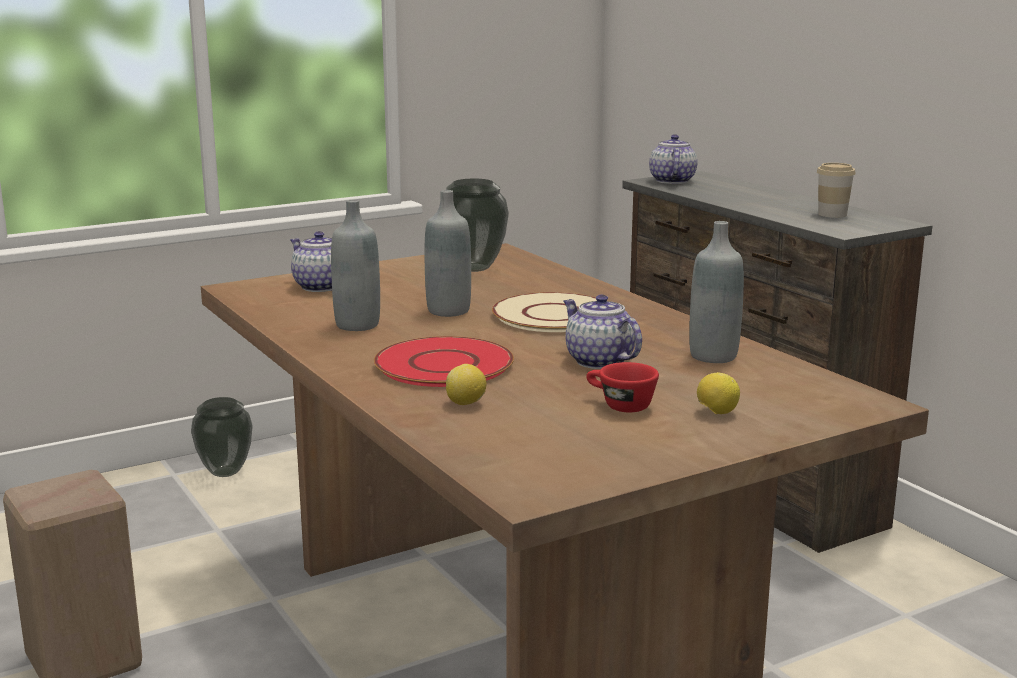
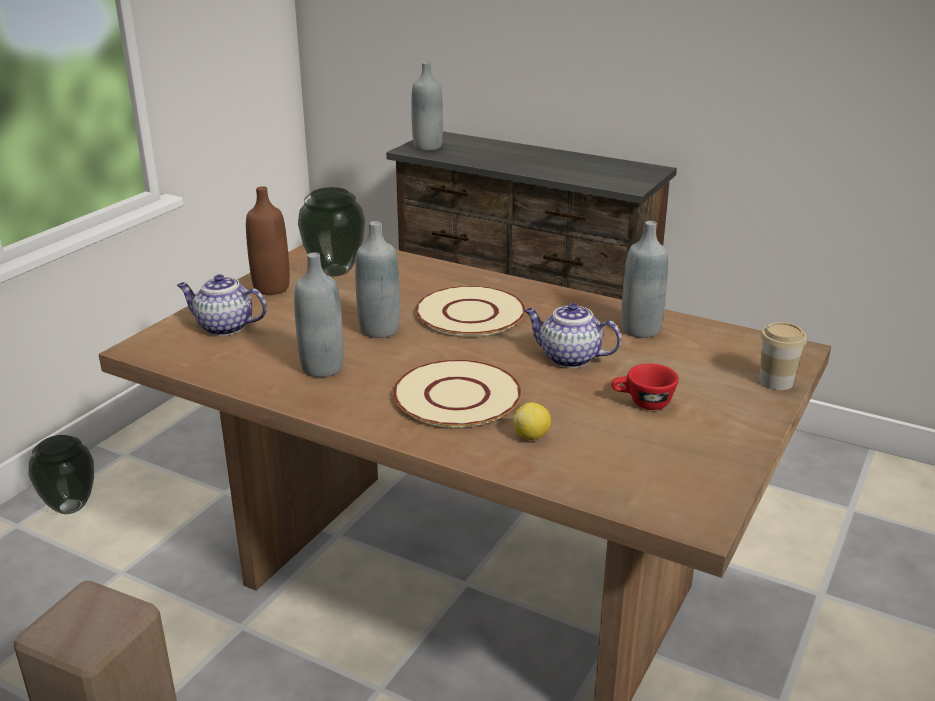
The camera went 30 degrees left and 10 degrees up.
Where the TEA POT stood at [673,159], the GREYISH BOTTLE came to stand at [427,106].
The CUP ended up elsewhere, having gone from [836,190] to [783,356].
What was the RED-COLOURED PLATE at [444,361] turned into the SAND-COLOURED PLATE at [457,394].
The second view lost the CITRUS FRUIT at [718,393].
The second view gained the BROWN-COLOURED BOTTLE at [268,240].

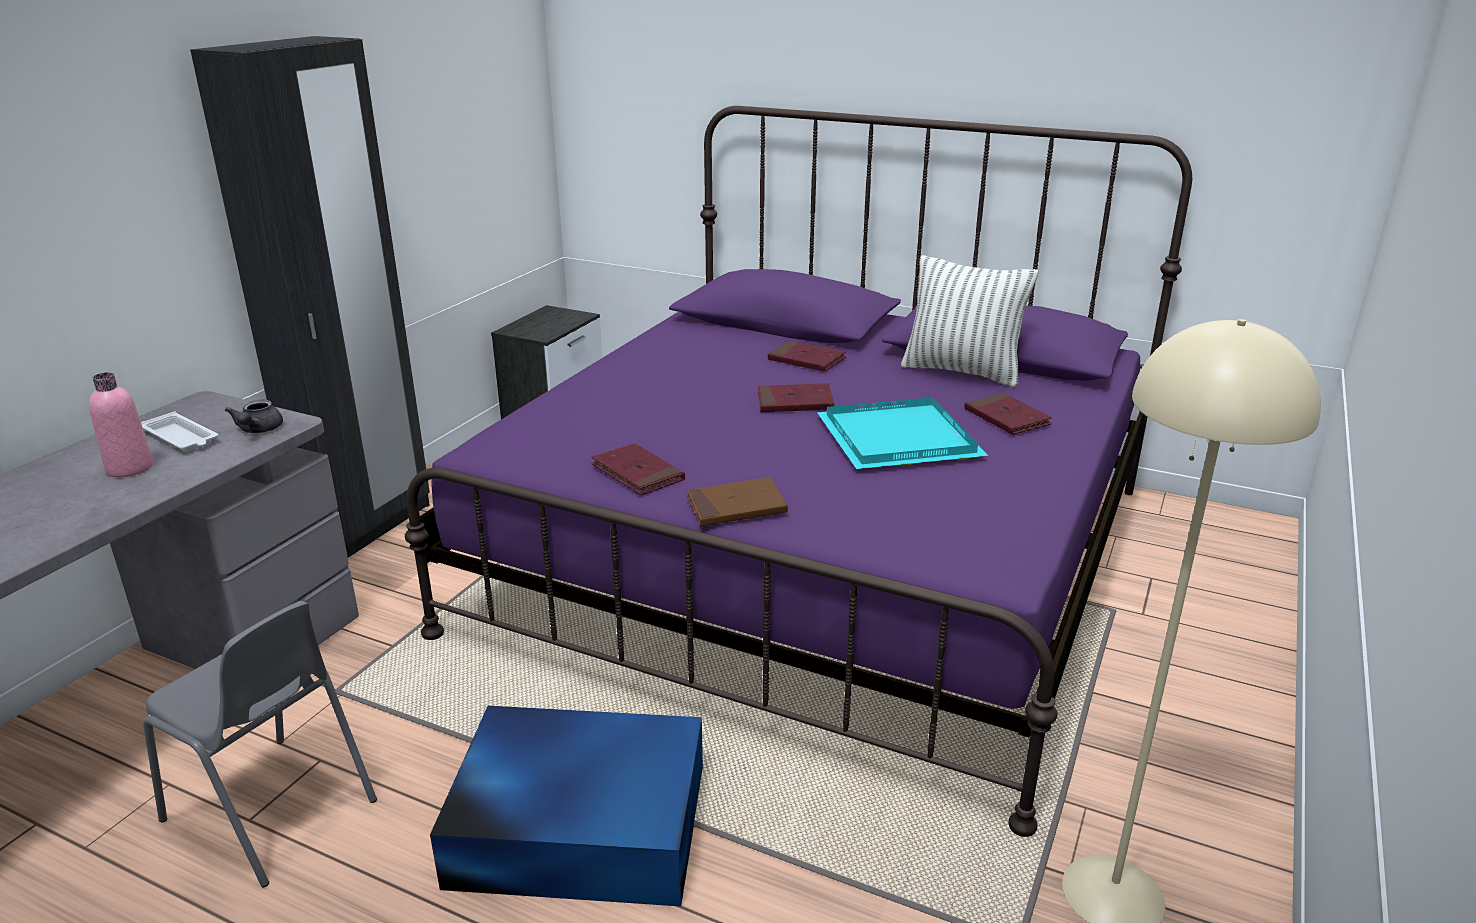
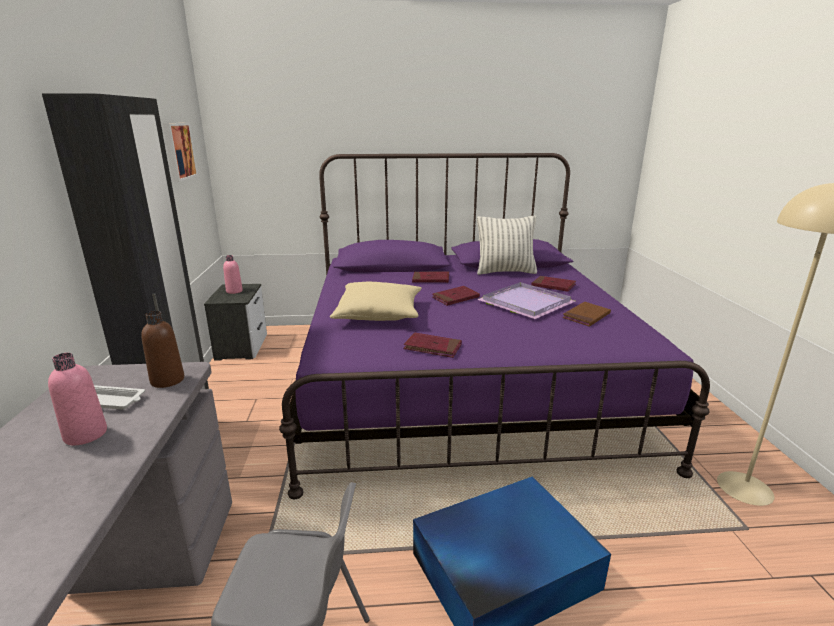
The camera went 30 degrees left and 5 degrees down.
What was the TURQUOISE-COLOURED CARRYING TRAY at [902,433] turned into the PURPLE CARRYING TRAY at [526,300].
Where the GREYISH TEA POT stood at [254,416], the BROWN-COLOURED BOTTLE came to stand at [162,349].
The BROWN-COLOURED BOOK ended up elsewhere, having gone from [737,501] to [587,314].
The second view gained the WALL PICTURE at [180,152].
The second view gained the PINKISH BOTTLE at [233,274].
The second view gained the SAND-COLOURED PILLOW at [376,301].

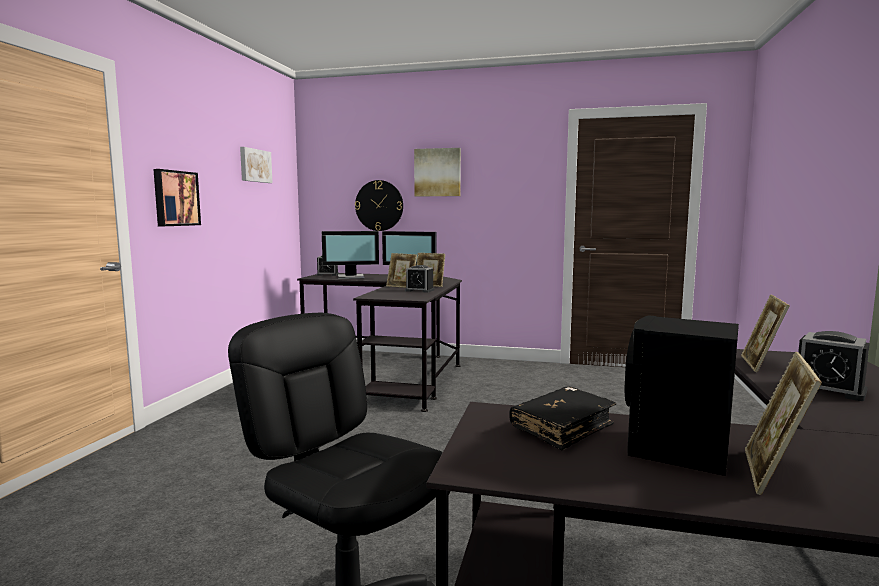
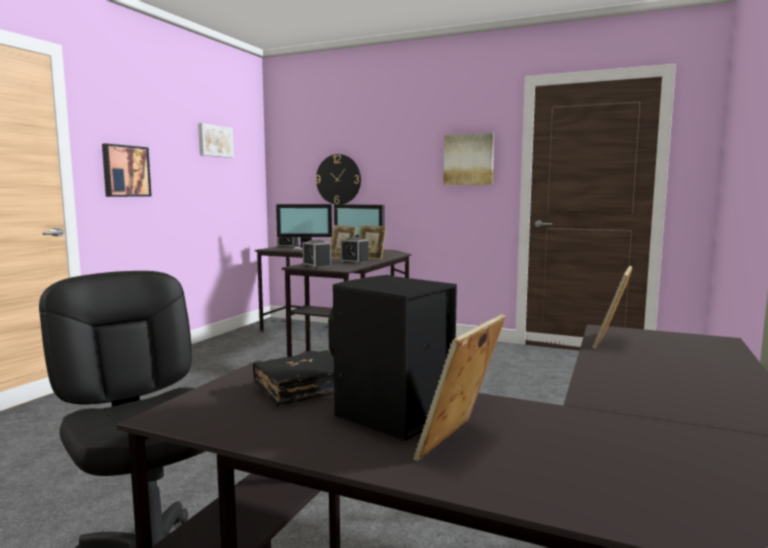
The camera went 10 degrees right and 0 degrees up.
The WALL PICTURE ended up elsewhere, having gone from [437,172] to [468,159].
The BEDSIDE CLOCK ended up elsewhere, having gone from [834,366] to [317,254].

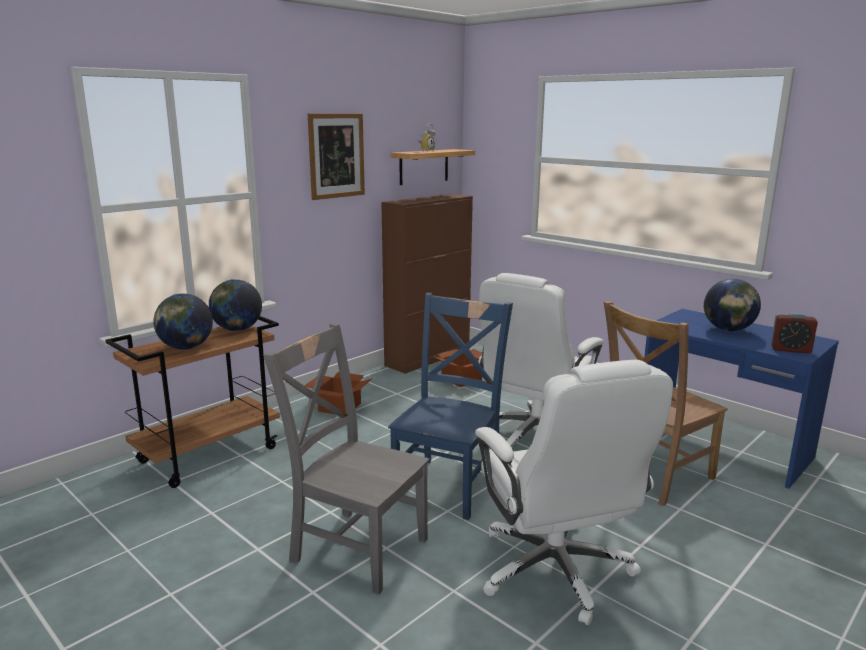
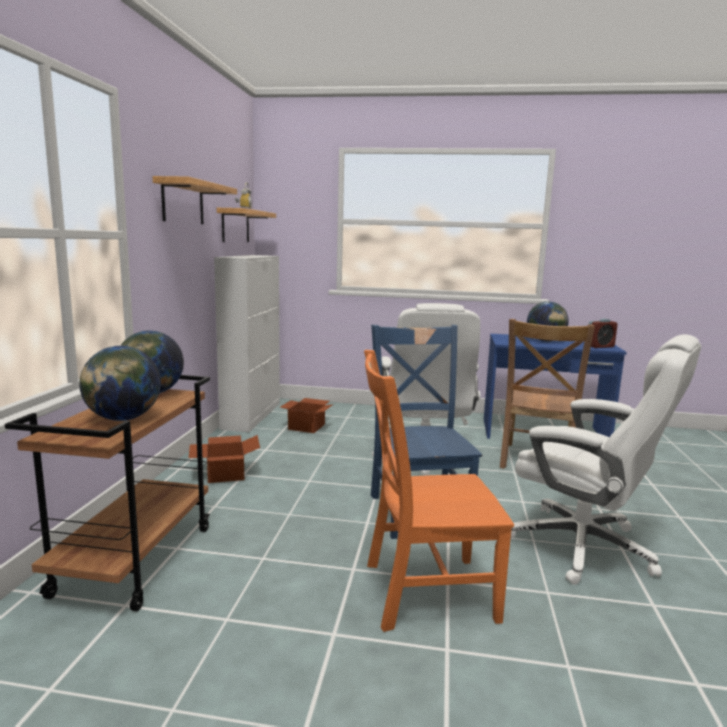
The camera went 35 degrees left and 5 degrees down.
Where the WALL PICTURE hung at [336,156], the SHELF came to hang at [194,200].
What was the BROWN-COLOURED CABINET at [427,284] turned into the WHITE CABINET at [247,343].
What was the GREYISH UPRIGHT CHAIR at [346,459] turned into the ORANGEY UPRIGHT CHAIR at [439,491].

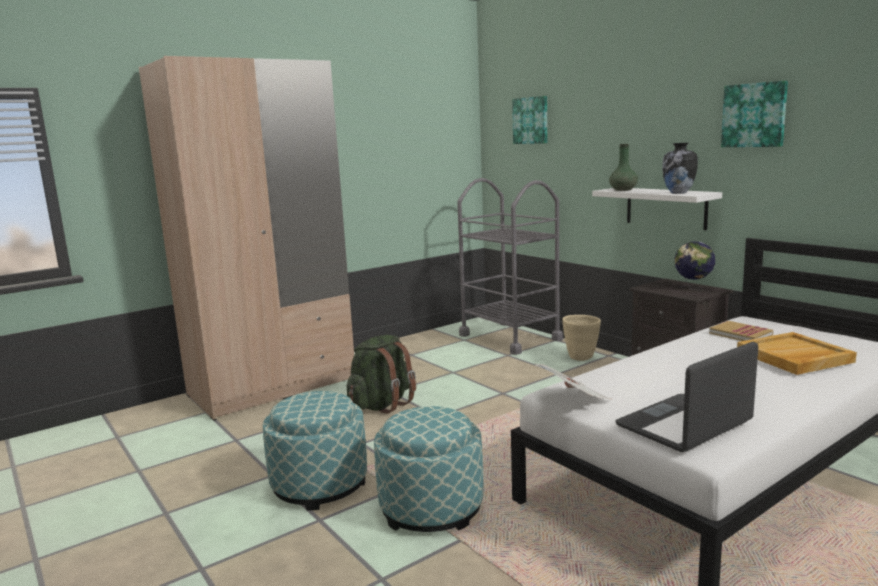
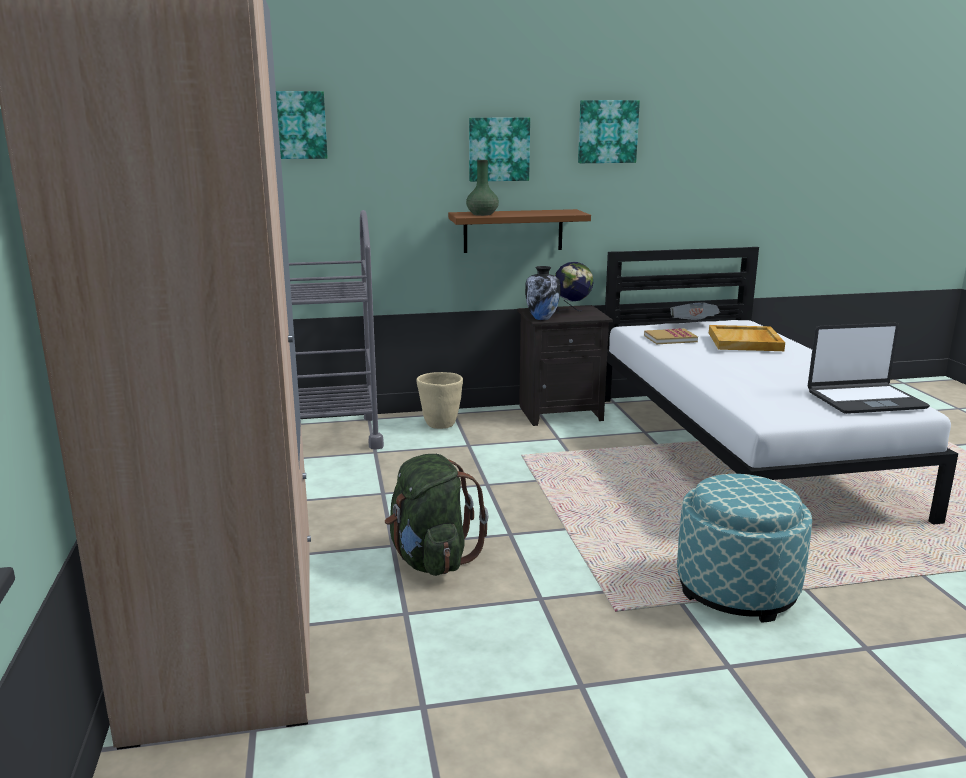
The camera went 65 degrees left and 5 degrees up.
The DECORATIVE VASE ended up elsewhere, having gone from [680,168] to [542,293].
What was the WHITE SHELF at [657,209] turned into the BROWN-COLOURED SHELF at [519,231].
The PORTABLE COMPUTER at [686,396] ended up facing another way, 90 degrees counterclockwise from before.
The NEWSPAPER ended up elsewhere, having gone from [574,381] to [695,311].
The second view lost the OTTOMAN at [315,450].
The second view gained the WALL PICTURE at [499,150].

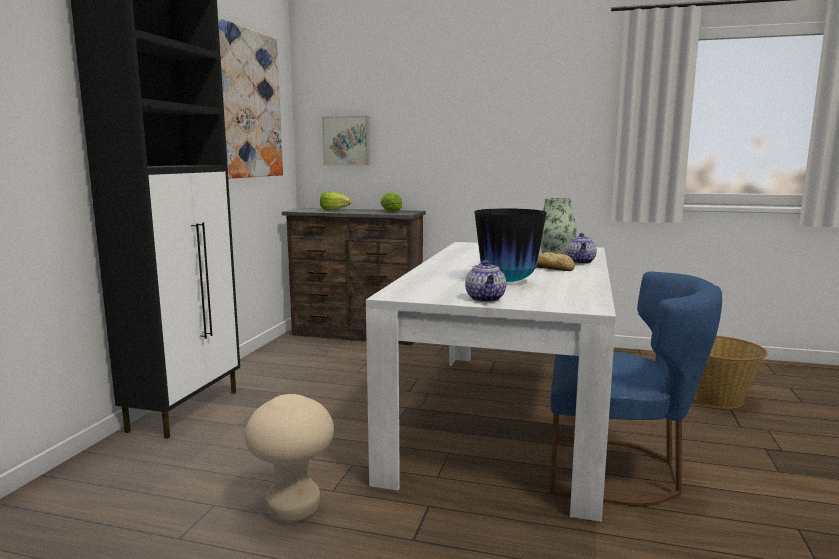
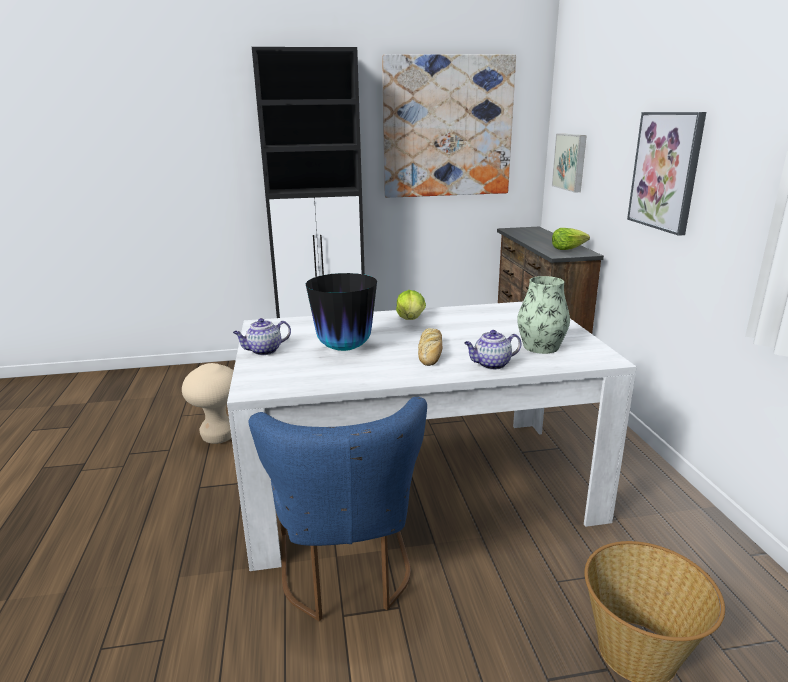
The camera went 65 degrees right and 10 degrees up.
The LETTUCE HEAD ended up elsewhere, having gone from [336,200] to [411,305].
The second view gained the WALL PICTURE at [666,174].

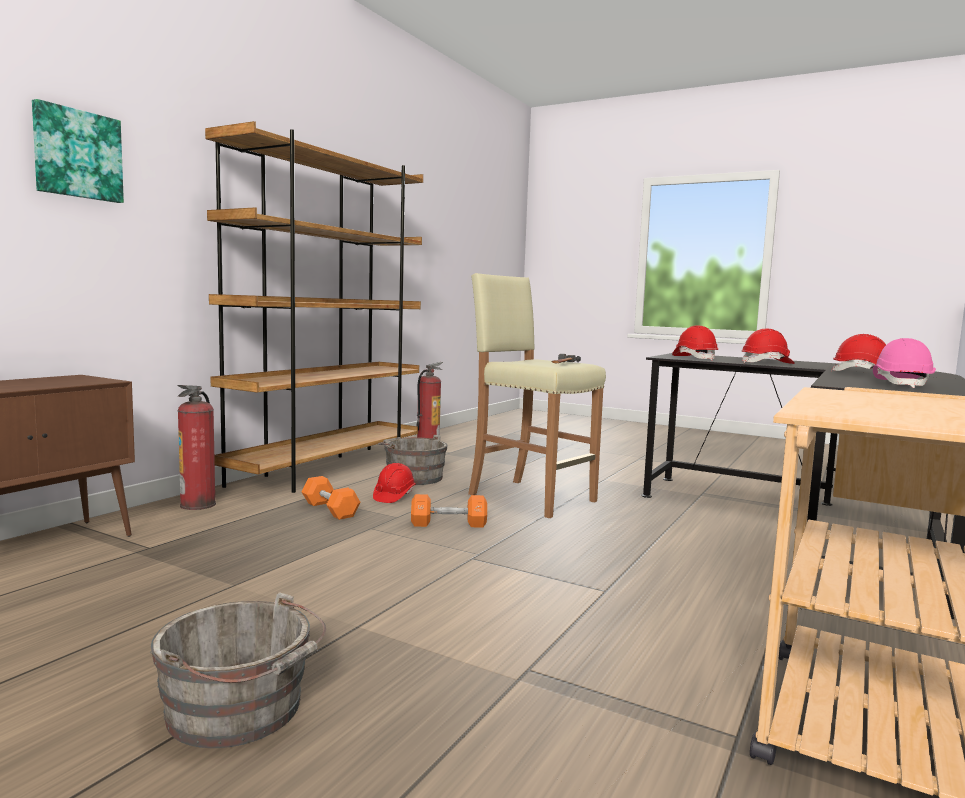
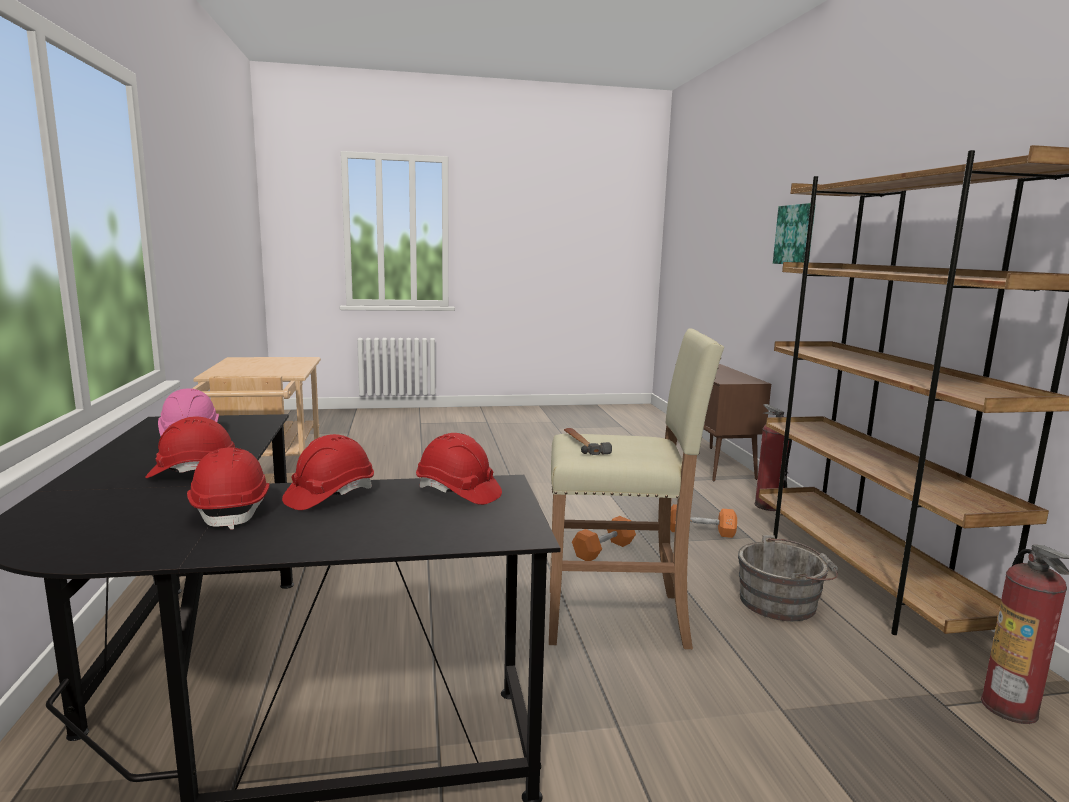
The camera went 140 degrees right and 5 degrees up.
The RED-COLOURED WORK HELMET ended up elsewhere, having gone from [394,483] to [228,488].
The second view lost the GREYISH BUCKET at [238,670].

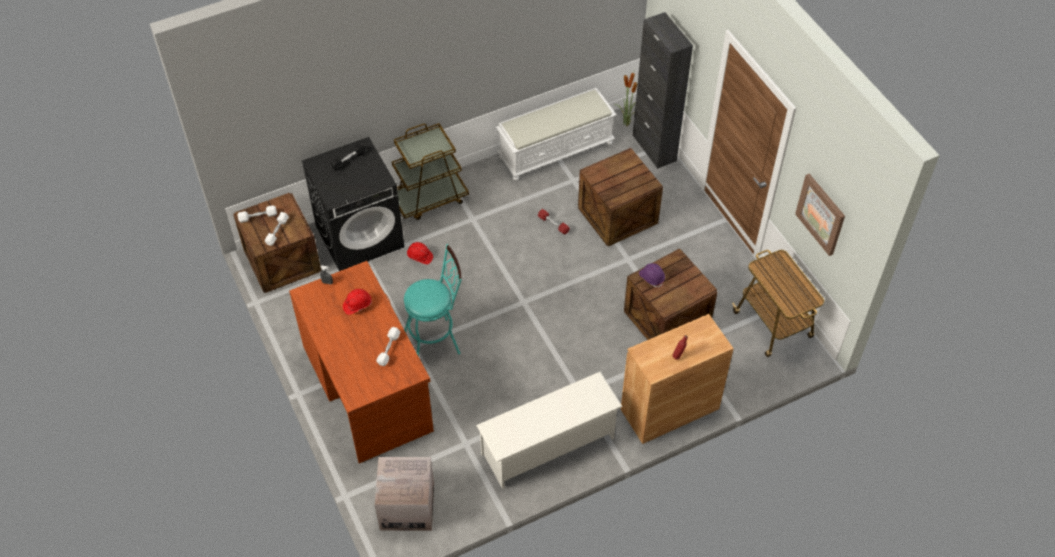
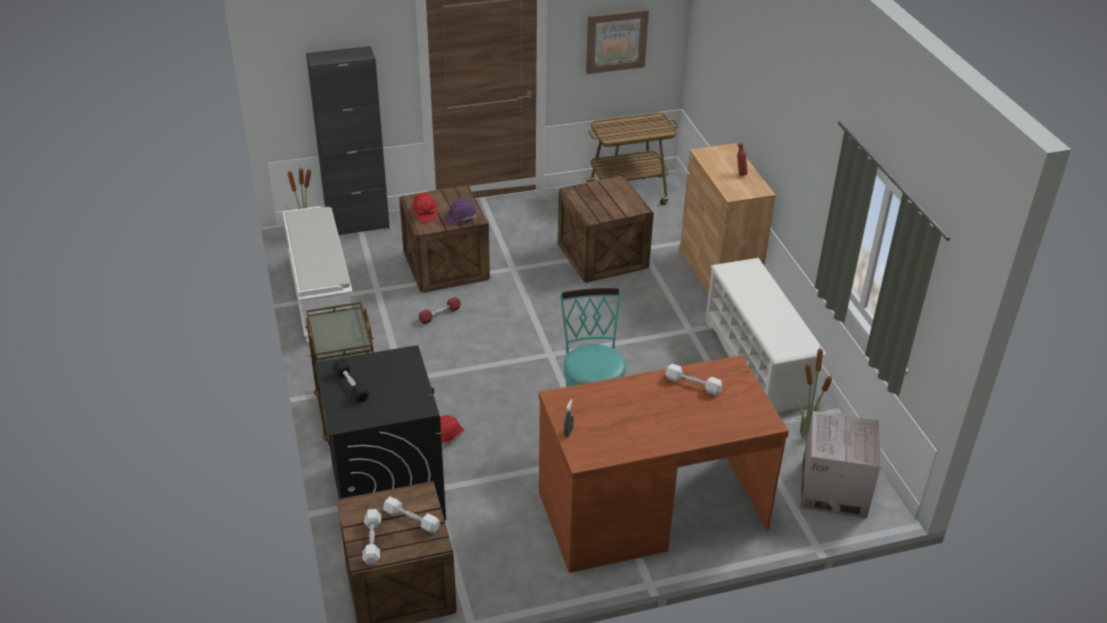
The camera went 80 degrees left and 15 degrees down.
The PURPLE WORK HELMET ended up elsewhere, having gone from [652,275] to [461,211].
The RED-COLOURED WORK HELMET ended up elsewhere, having gone from [357,302] to [424,207].
The second view gained the PLANT IN A POT at [814,394].

